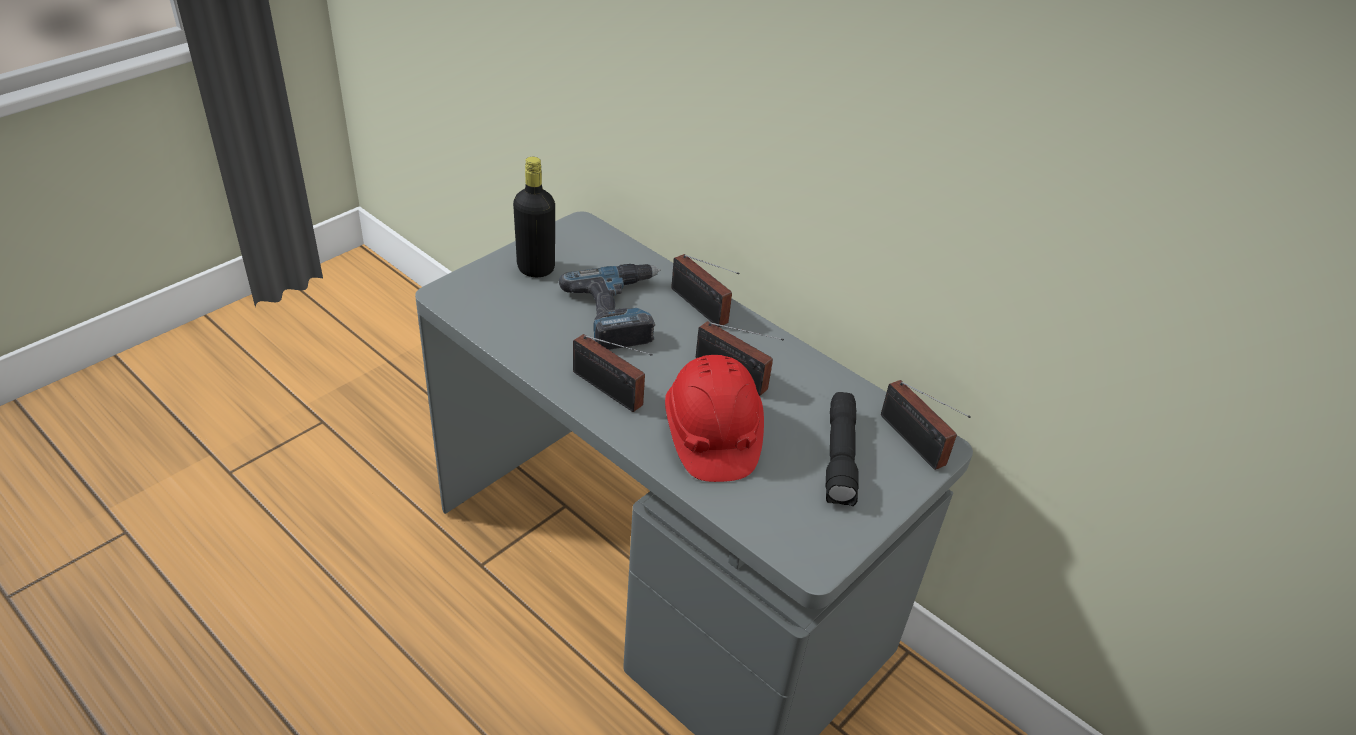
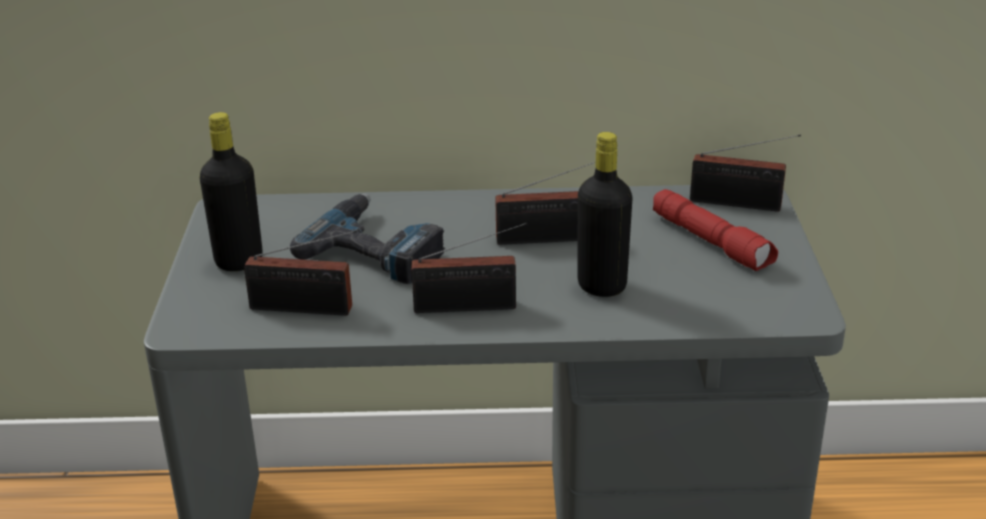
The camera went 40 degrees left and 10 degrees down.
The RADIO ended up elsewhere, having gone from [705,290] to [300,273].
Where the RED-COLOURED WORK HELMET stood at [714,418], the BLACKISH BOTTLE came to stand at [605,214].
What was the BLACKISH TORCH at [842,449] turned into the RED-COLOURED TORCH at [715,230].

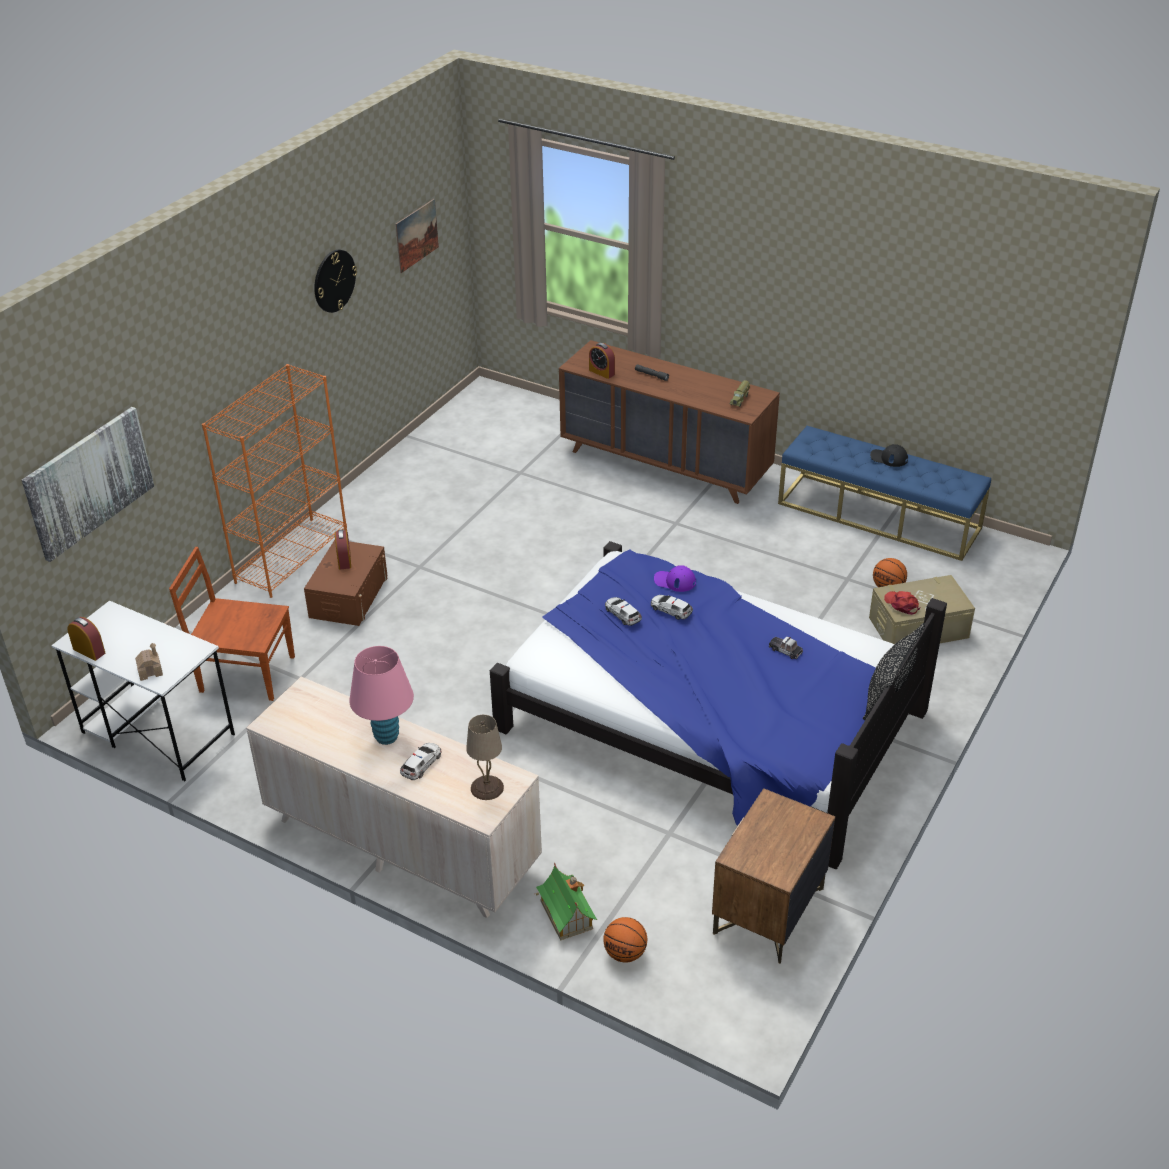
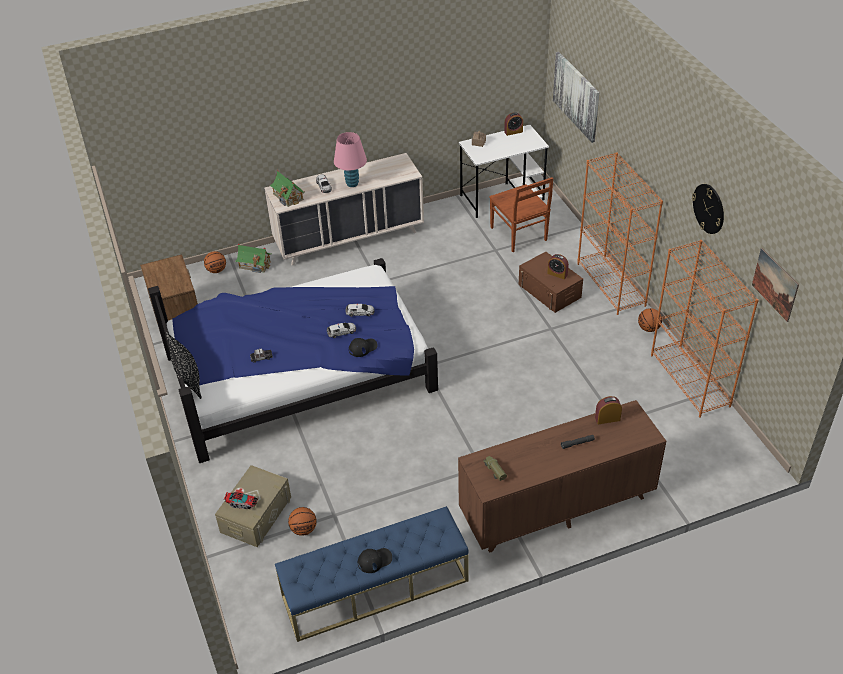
The camera went 130 degrees right and 5 degrees up.
The BROWN-COLOURED UPRIGHT CHAIR at [232,624] ended up facing another way, 105 degrees clockwise from before.
What was the PURPLE CAP at [675,578] turned into the BLACKISH CAP at [363,347].
The second view lost the RED-COLOURED CAP at [902,603].
Where the SAND-COLOURED TABLETOP LAMP stood at [485,757], the TOY HOUSE came to stand at [287,188].
The second view gained the ORANGEY BOOKCASE at [705,329].
The second view gained the BASKETBALL BALL at [650,320].
The second view gained the TOY TRUCK at [241,500].

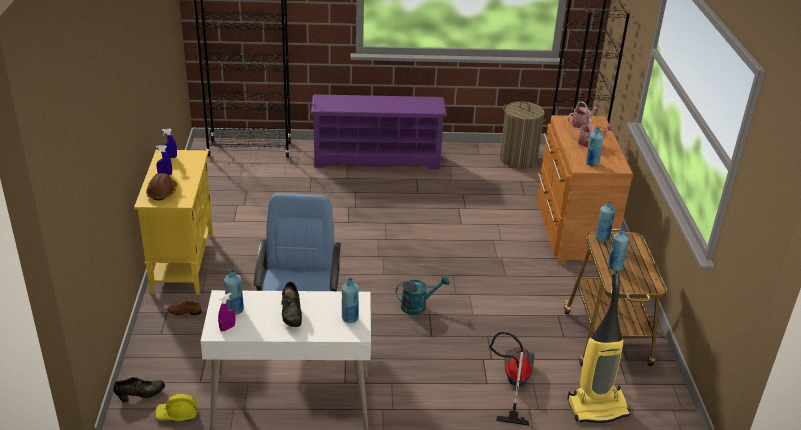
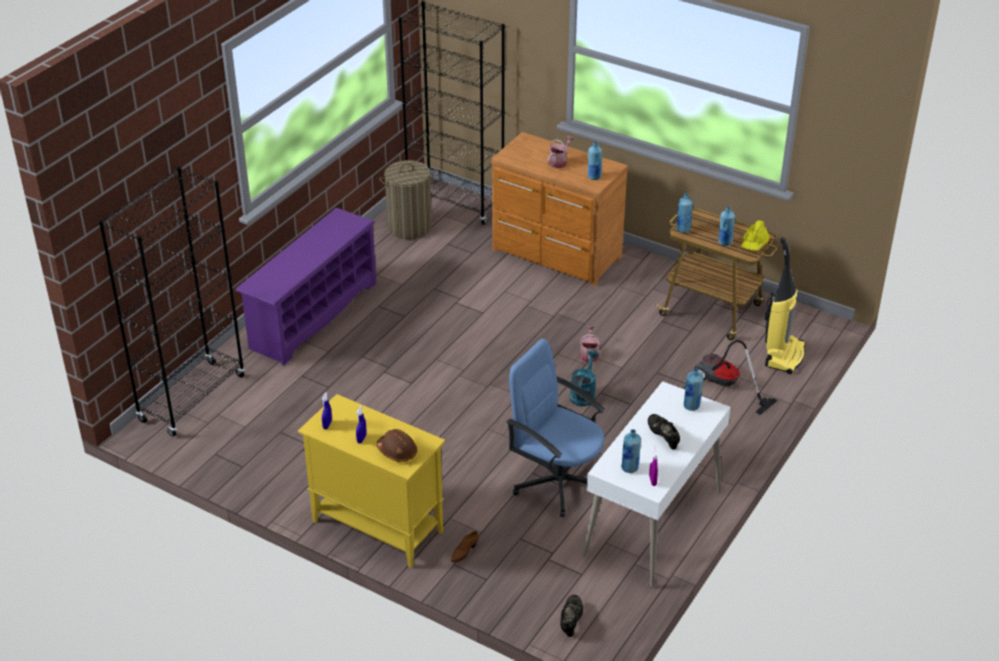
The camera went 55 degrees left and 5 degrees up.
The SPRINKLING CAN ended up elsewhere, having gone from [584,115] to [590,344].
The BLACKISH LOW SHOE at [291,304] ended up facing another way, 135 degrees counterclockwise from before.
The YELLOWISH WORK HELMET ended up elsewhere, having gone from [176,407] to [755,235].

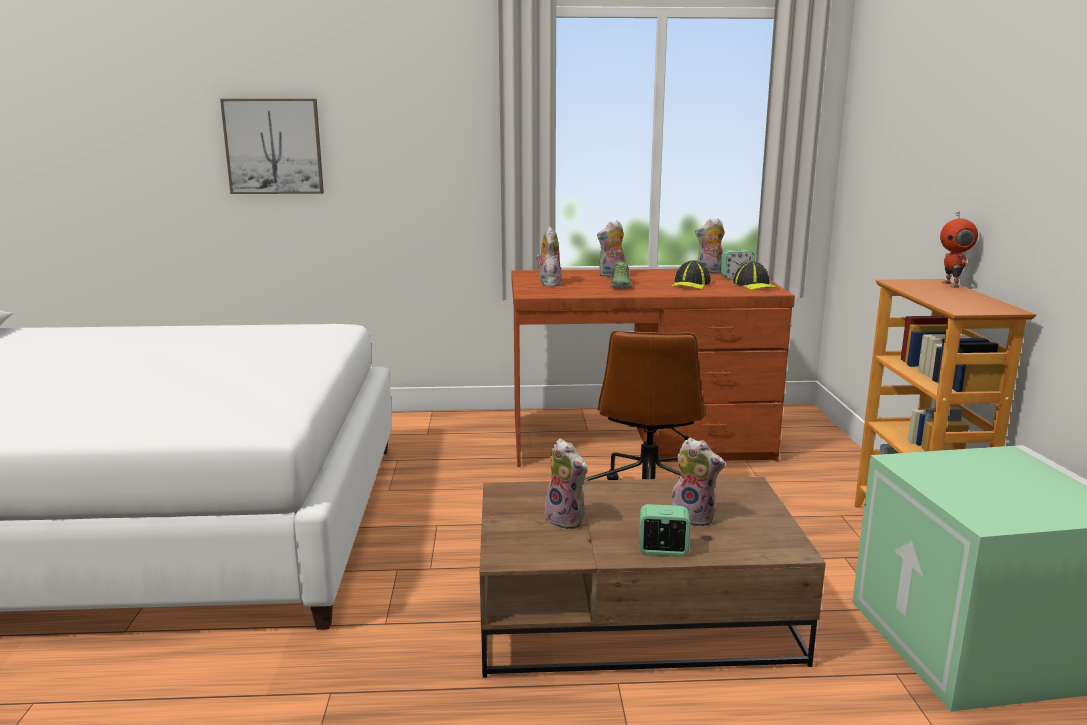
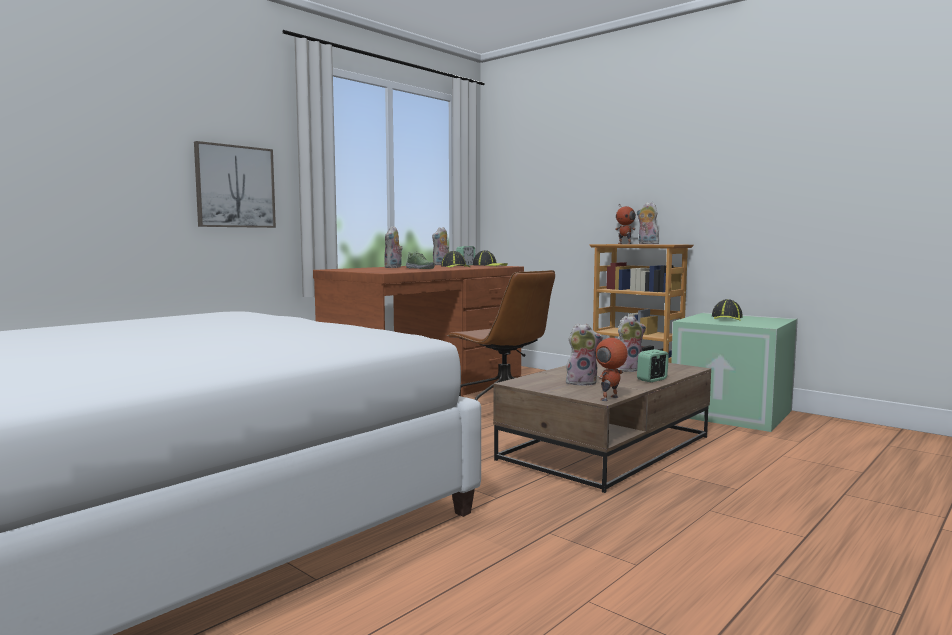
The camera went 45 degrees left and 10 degrees down.
The WALL PICTURE ended up elsewhere, having gone from [272,146] to [235,184].
The PLUSH TOY ended up elsewhere, having gone from [549,257] to [648,223].
The second view gained the CAP at [727,309].
The second view gained the TOY ROBOT at [611,366].

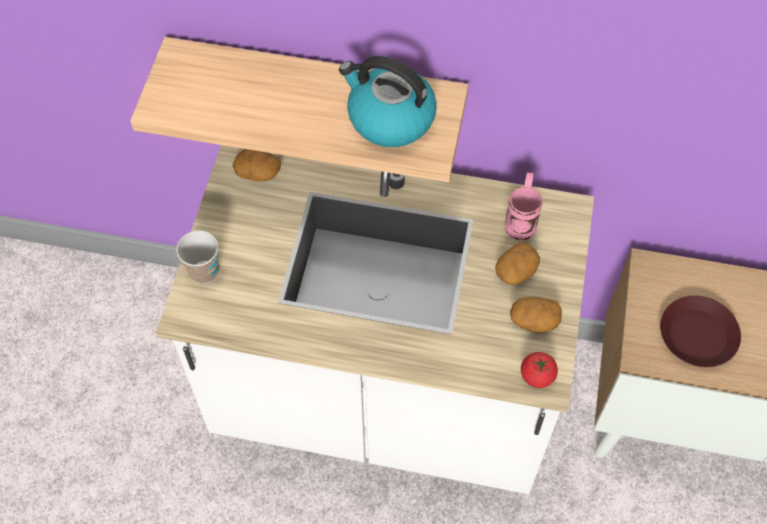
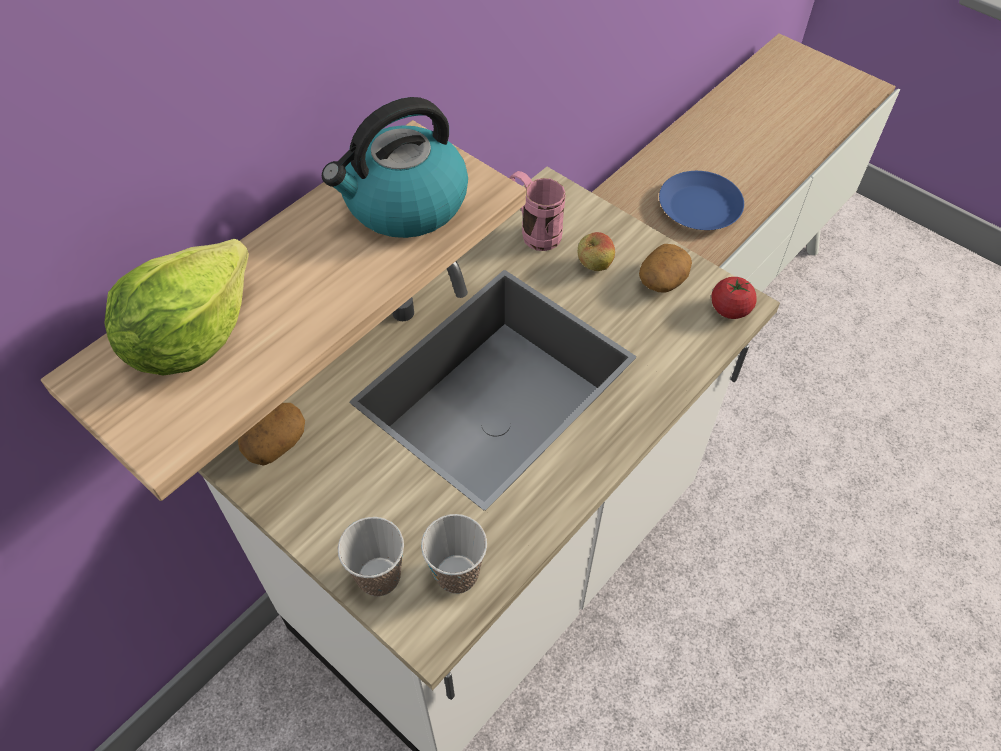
The camera went 60 degrees left and 5 degrees down.
Where the WHOLE POTATO stood at [517,263], the APPLE FRUIT came to stand at [596,251].
What was the BROWN-COLOURED PLATE at [700,331] turned into the BLUE-COLOURED PLATE at [701,200].
The second view gained the LETTUCE HEAD at [176,307].
The second view gained the CUP at [454,554].

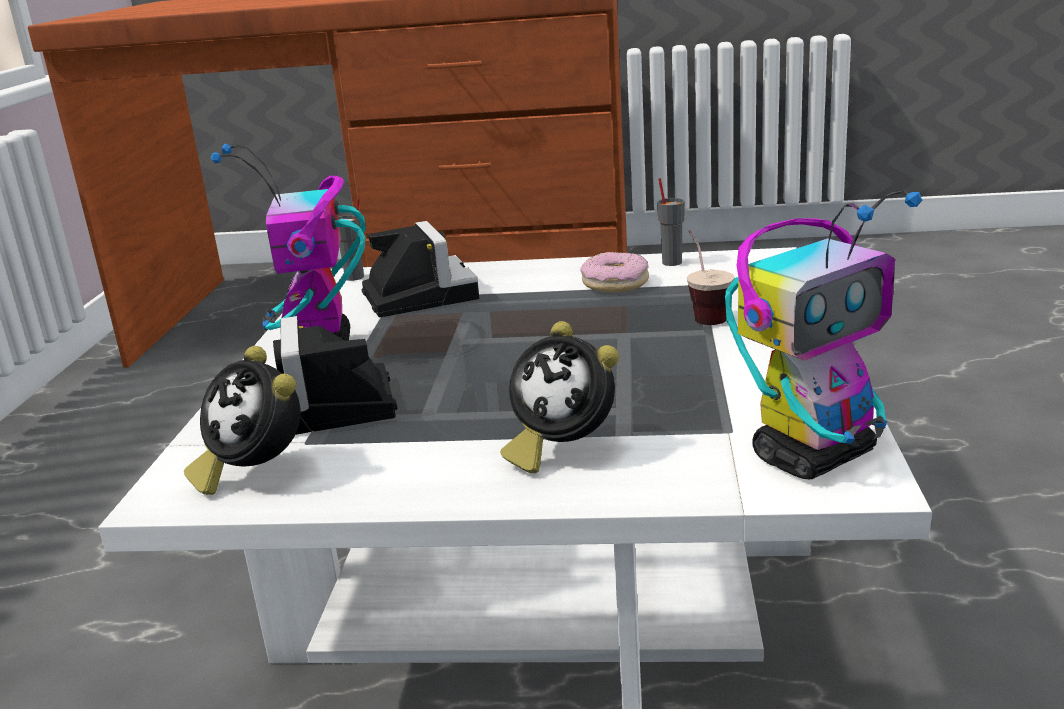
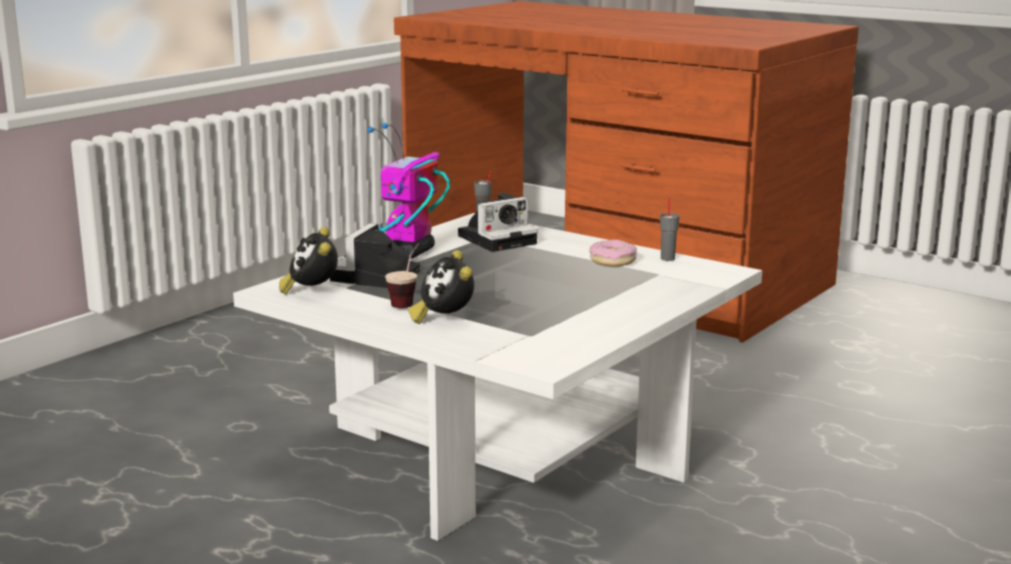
The camera went 30 degrees right and 5 degrees down.
The second view lost the TOY ROBOT at [823,335].
The PHOTO CAMERA at [420,269] ended up facing another way, 45 degrees clockwise from before.
The CUP ended up elsewhere, having gone from [711,277] to [402,275].

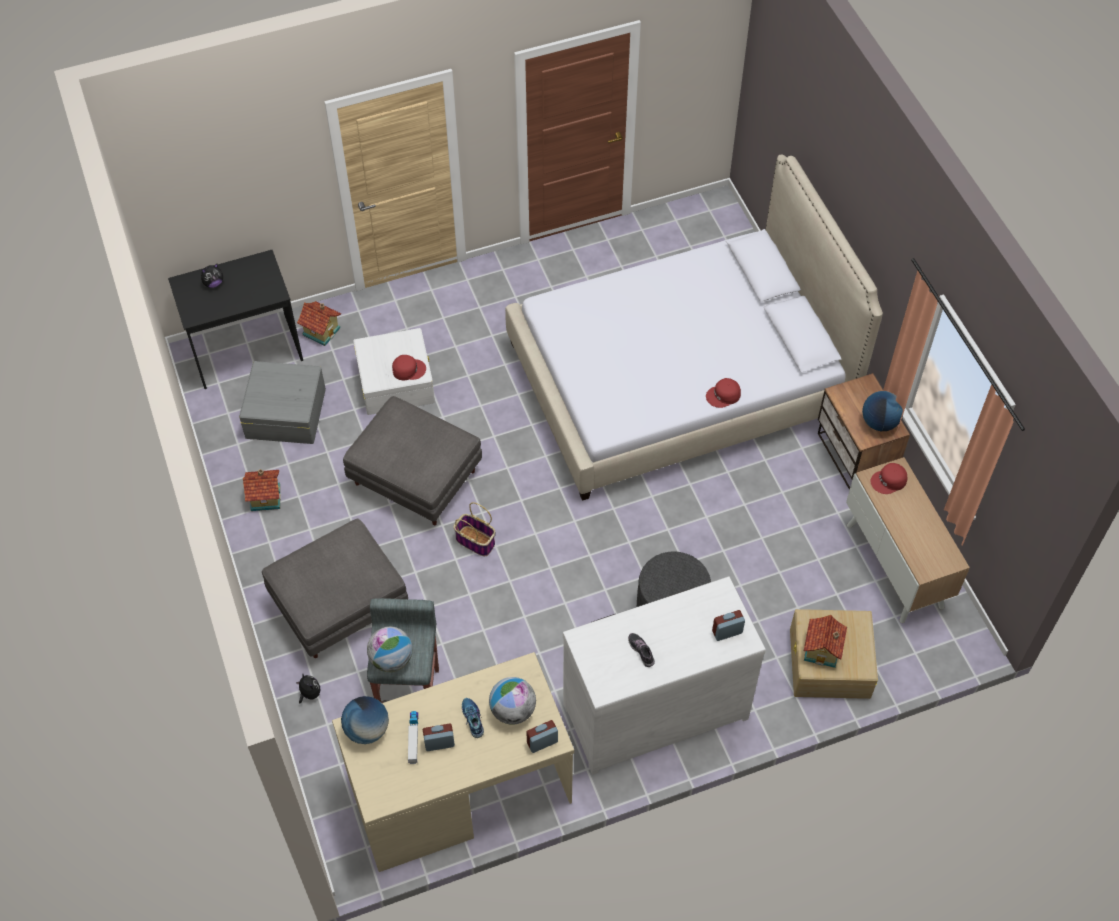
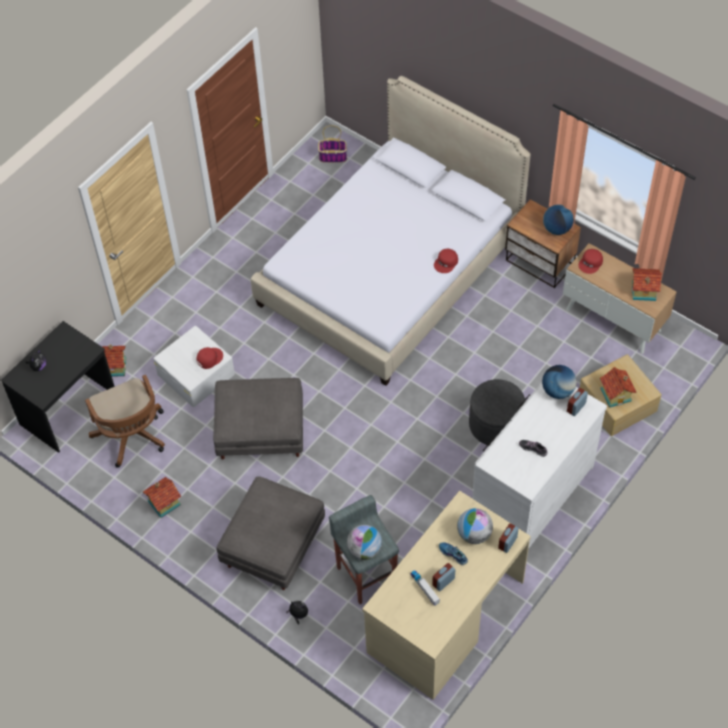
The camera went 30 degrees left and 0 degrees up.
Where the GREYISH STORAGE CONTAINER stood at [282,402], the BROWN-COLOURED OFFICE CHAIR came to stand at [125,421].
The STORAGE BASKET ended up elsewhere, having gone from [474,529] to [332,144].
The GLOBE ended up elsewhere, having gone from [365,720] to [559,382].
The second view gained the TOY HOUSE at [647,284].

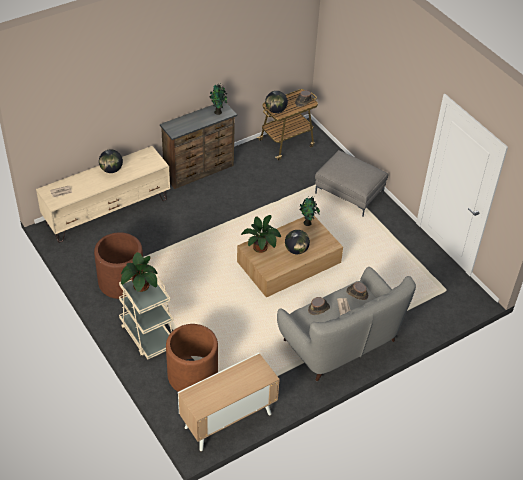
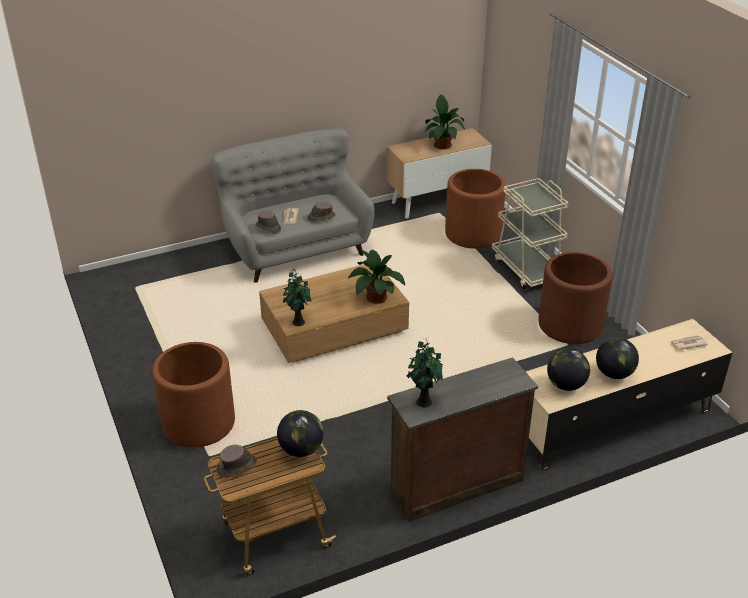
The camera went 170 degrees left and 10 degrees down.
Where the GREYISH OTTOMAN stood at [351,183], the BROWN-COLOURED PLANT POT came to stand at [193,394].
The GLOBE ended up elsewhere, having gone from [297,242] to [568,369].
The PLANT IN A POT ended up elsewhere, having gone from [139,272] to [445,122].

